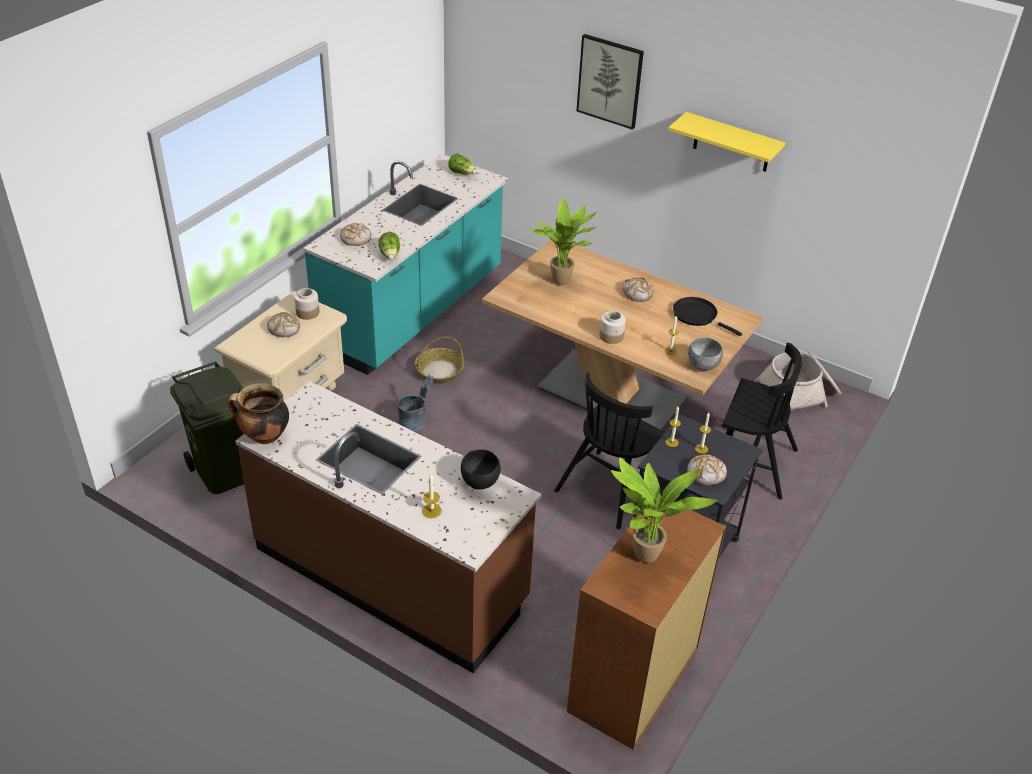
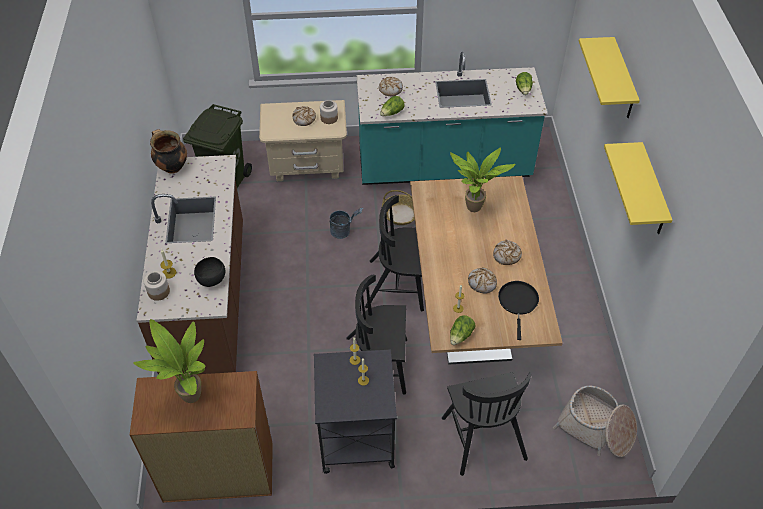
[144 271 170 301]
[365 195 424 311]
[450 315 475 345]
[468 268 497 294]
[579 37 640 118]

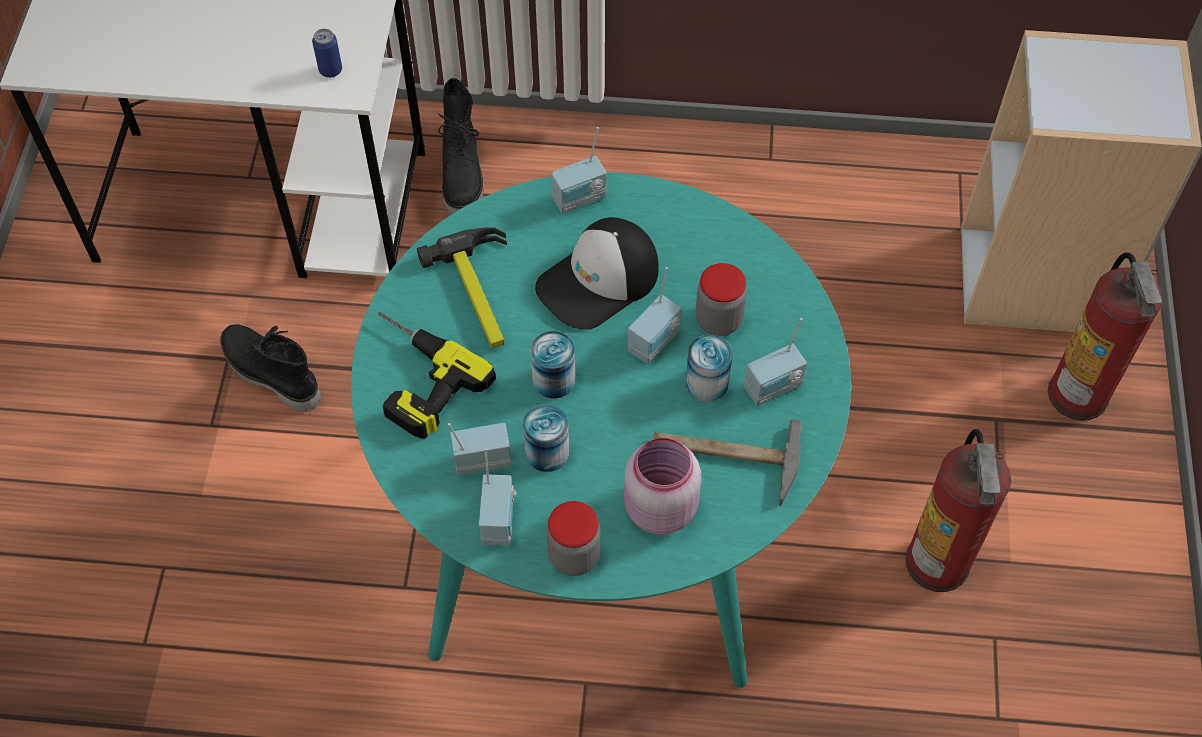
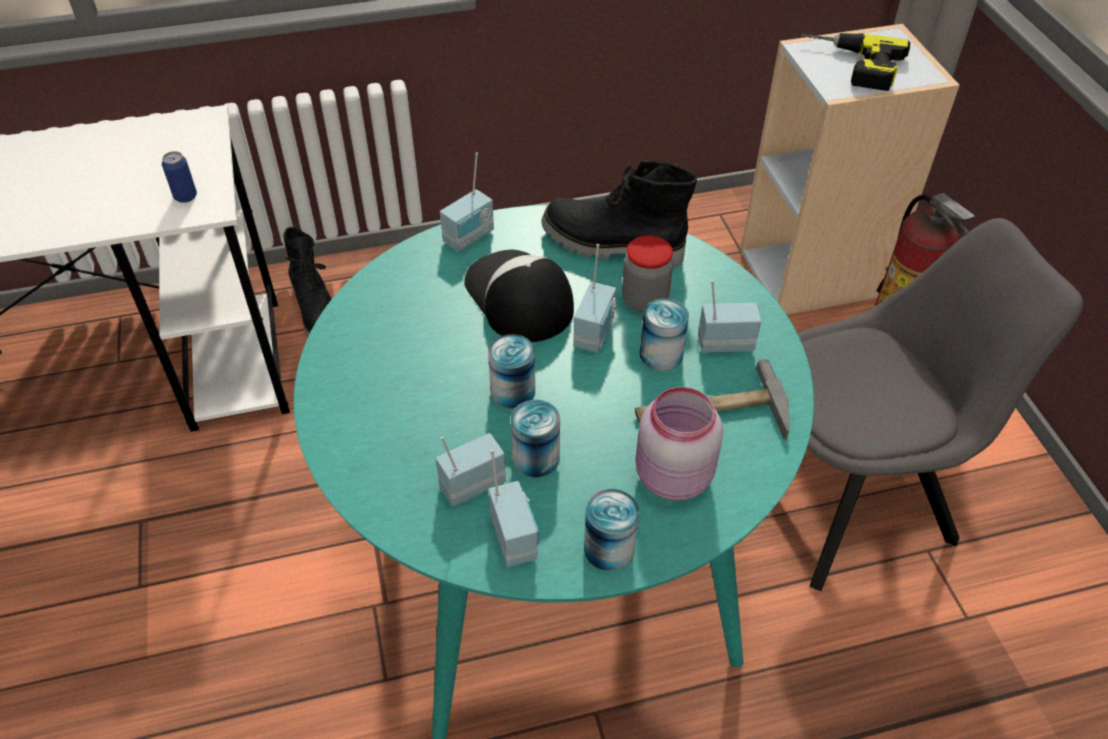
[464 250 574 342]
[542 160 697 268]
[584 489 639 571]
[698 280 761 353]
[797 218 1083 591]
[800 33 910 91]
[417 227 507 349] (first image)

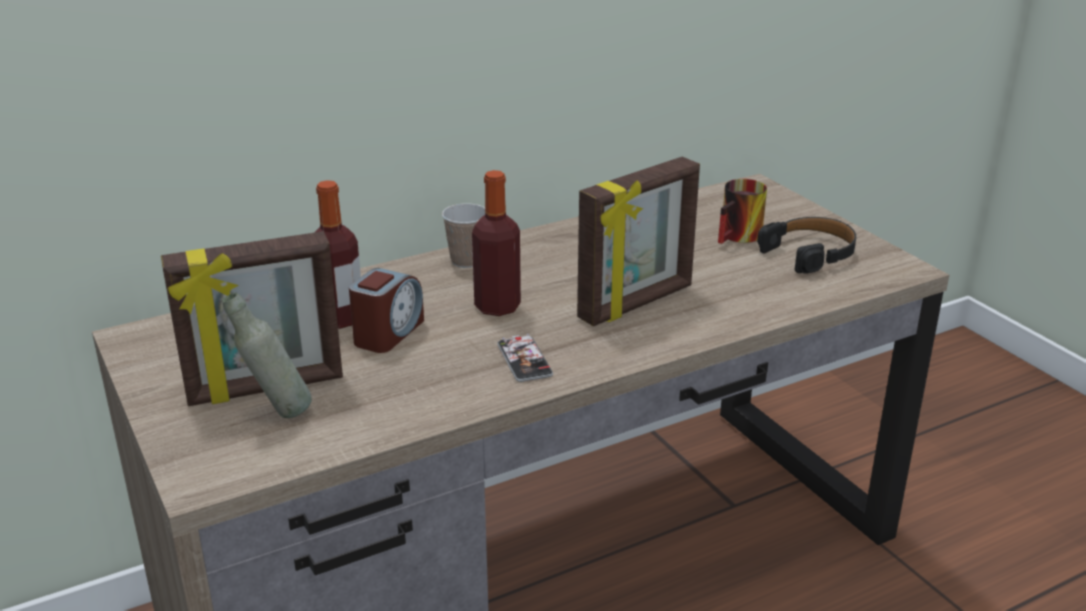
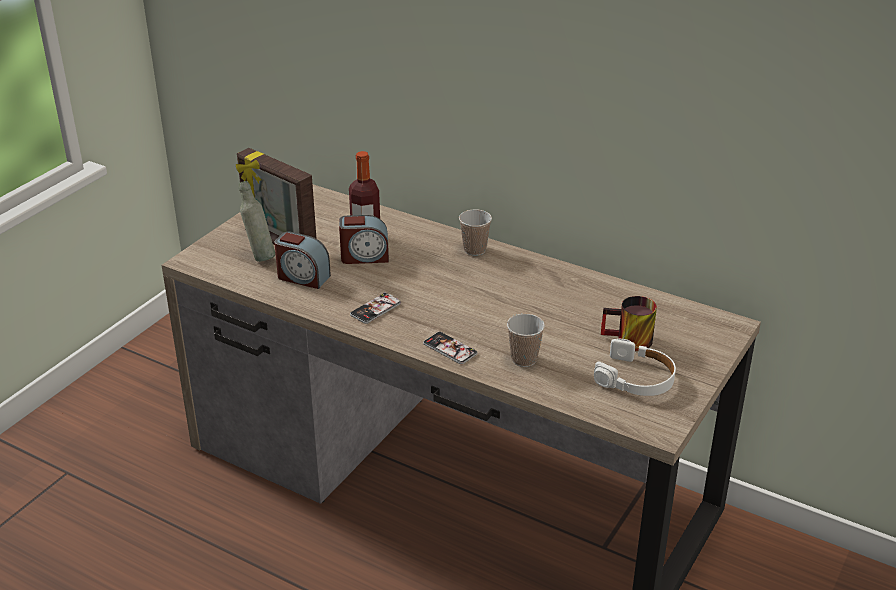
[274 231 331 289]
[423 332 478 364]
[507 314 545 367]
[594 339 676 396]
[472 170 521 316] (first image)
[577 157 700 326] (first image)

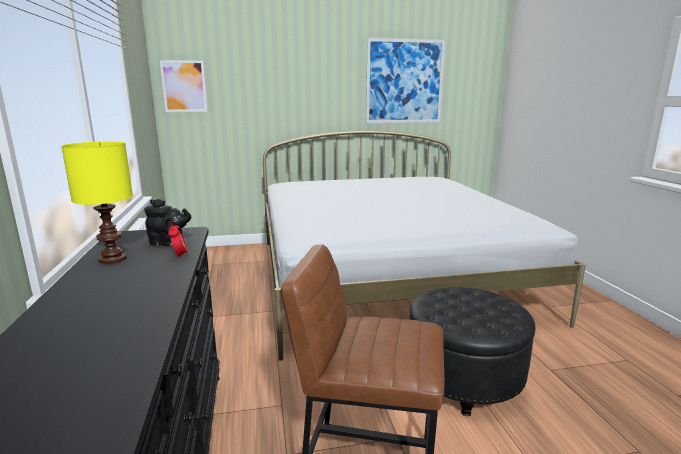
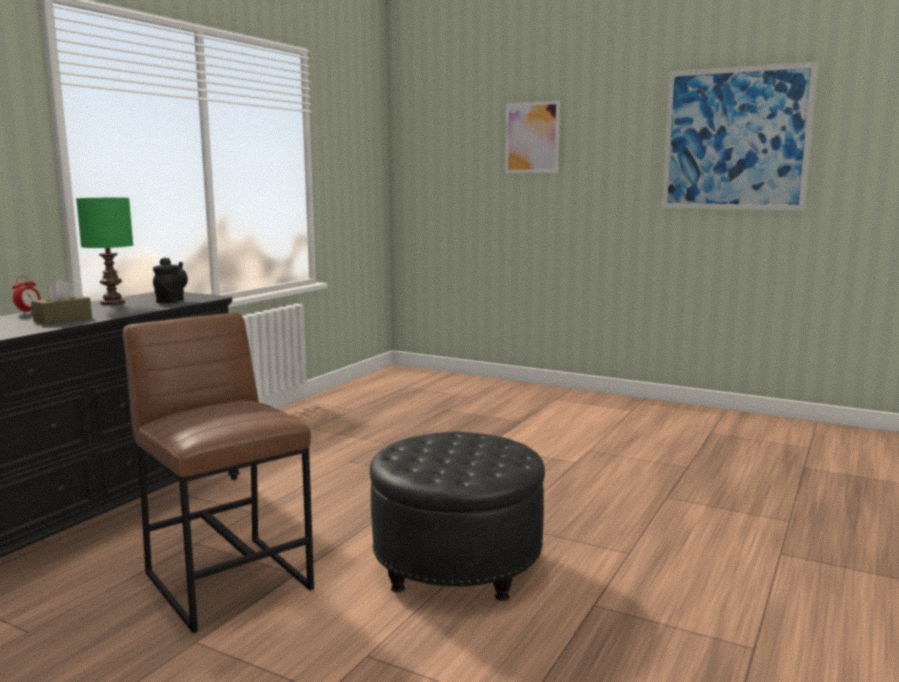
[12 276 41 314]
[31 280 92 324]
[76 198 133 305]
[153 257 188 303]
[505 101 560 173]
[263 130 586 361] (first image)

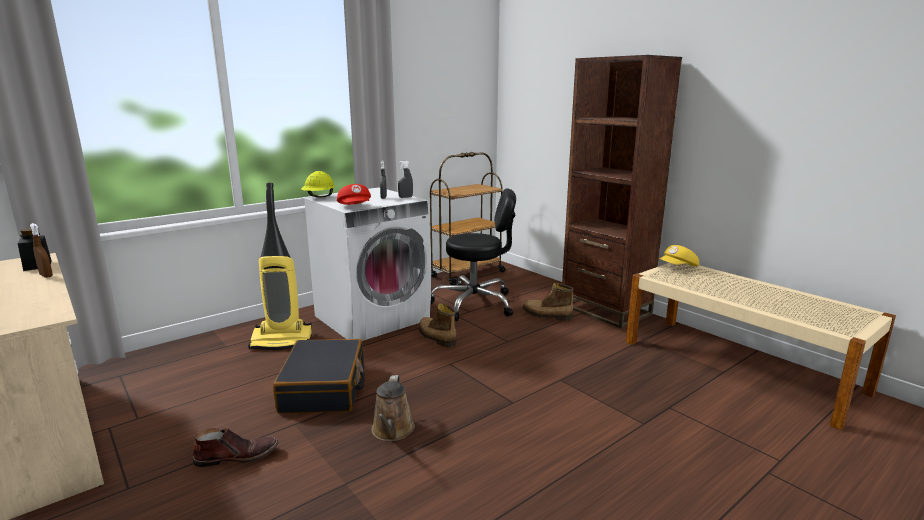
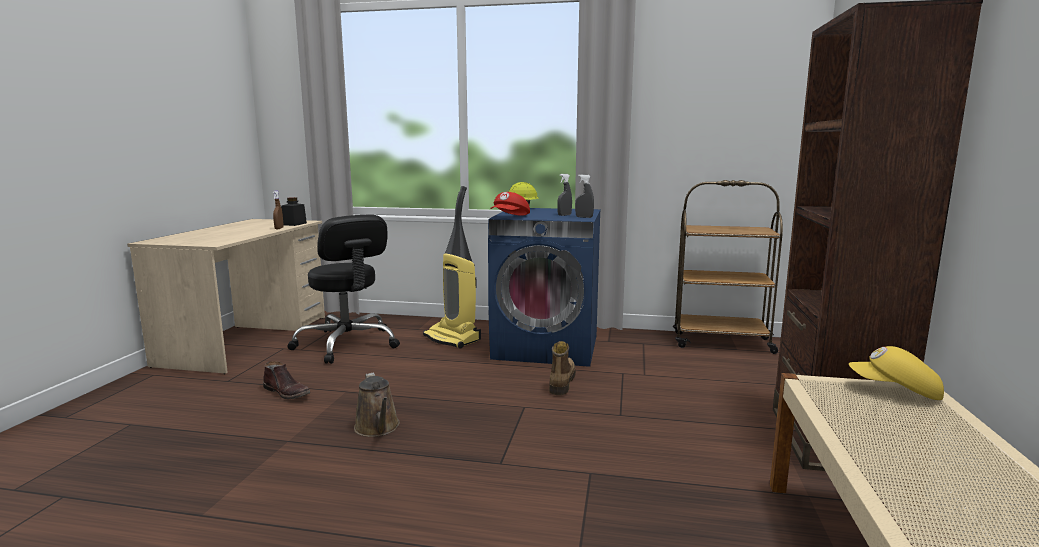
[287 215 400 364]
[354 373 400 437]
[488 208 601 367]
[273 339 365 413] (first image)
[522 283 574 321] (first image)

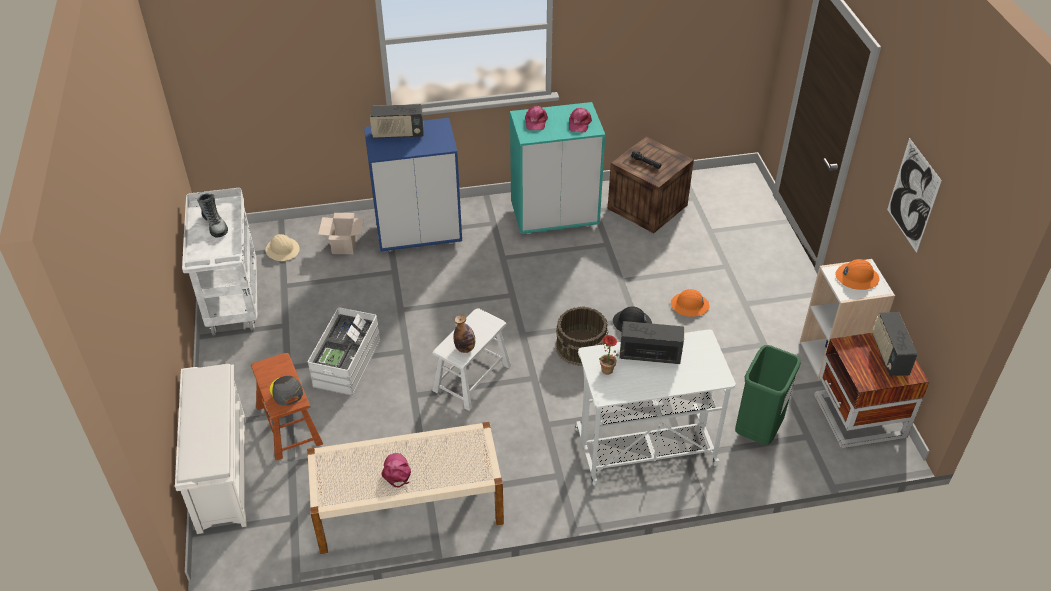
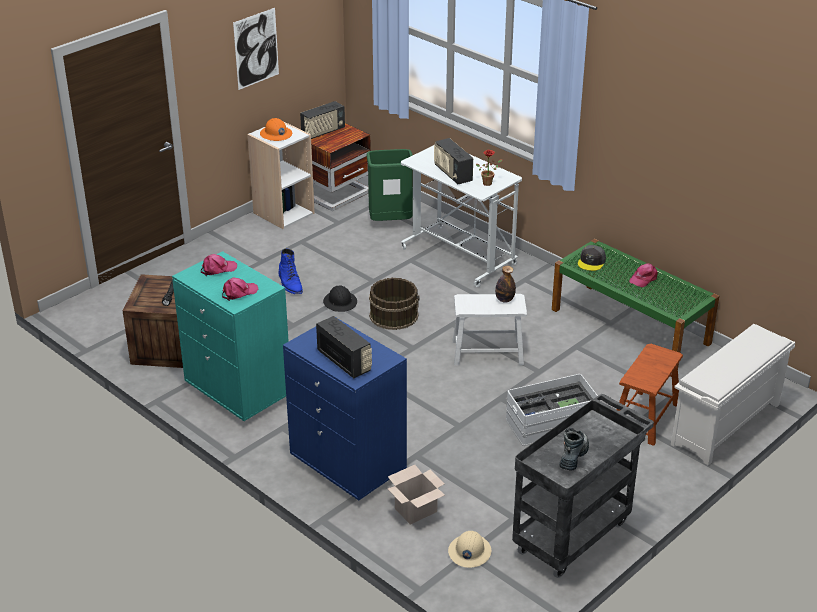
[278 248 303 294]
[512 394 654 578]
[552 239 719 367]
[578 245 606 271]

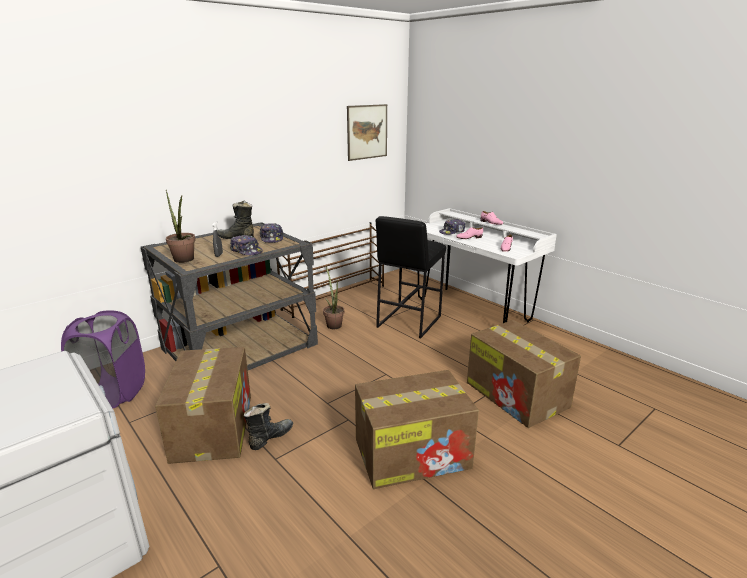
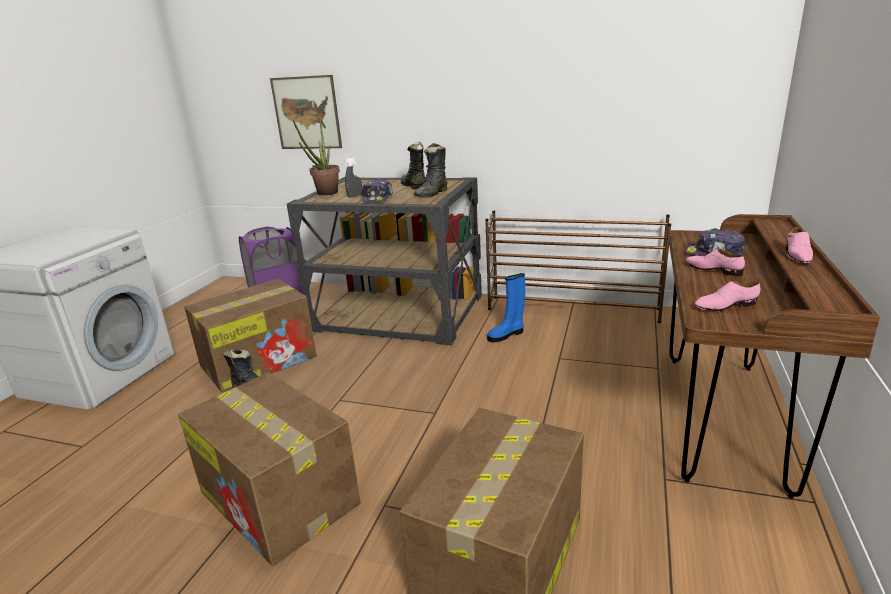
[270 75 342 149]
[413 143 448 197]
[487 273 525 342]
[669 214 880 499]
[376 216 446 339] (first image)

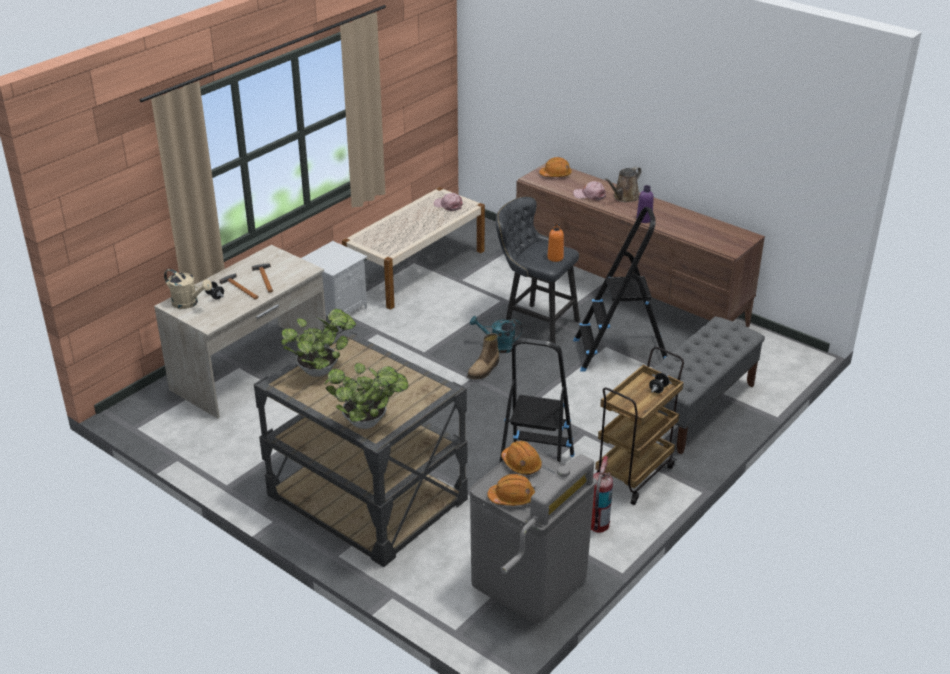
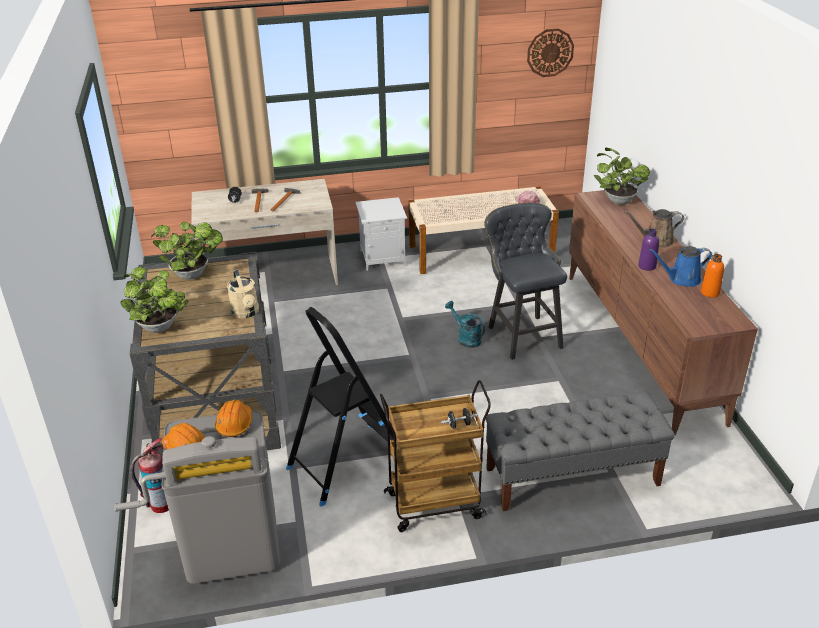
[130 438 169 513]
[227 269 259 318]
[527 28 574 77]
[594 148 650 205]
[649 246 712 287]
[701 254 724 298]
[467 333 499 379] (first image)
[573 181 606 201] (first image)
[573 207 667 372] (first image)

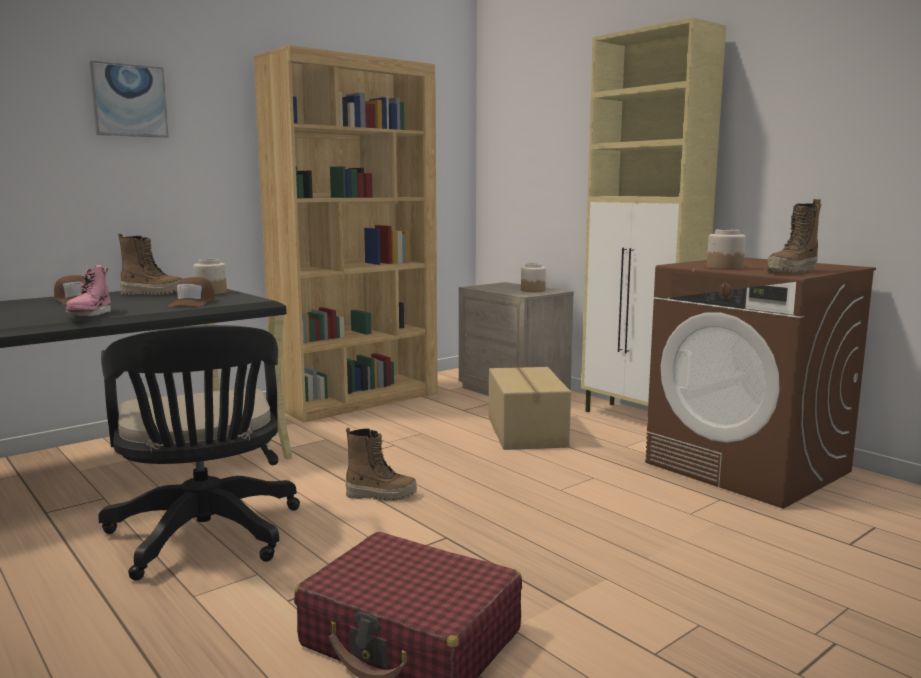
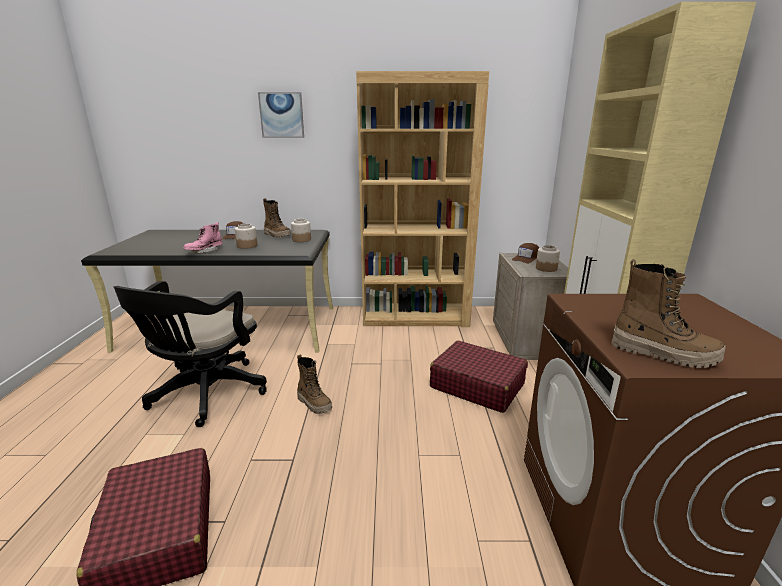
[235 224 257 249]
[430 341 528 413]
[512 243 539 263]
[612 259 726 368]

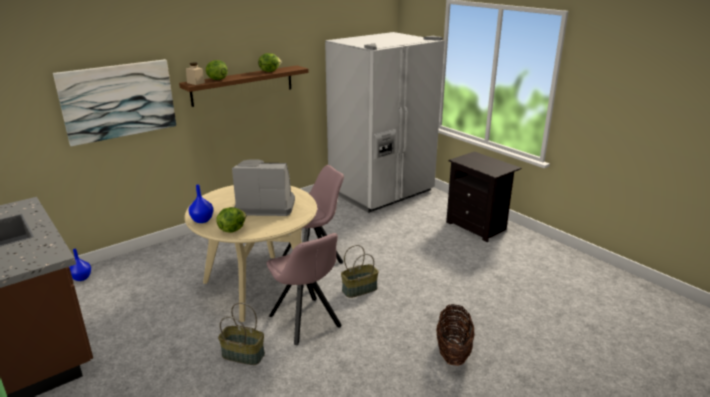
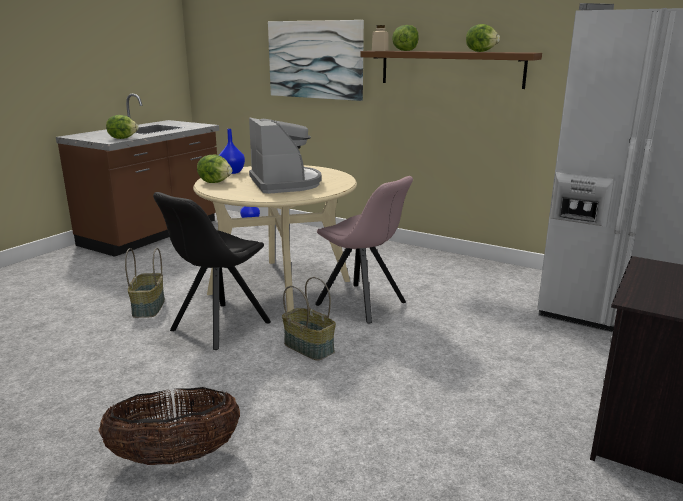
[106 115 138 139]
[153 192 271 350]

